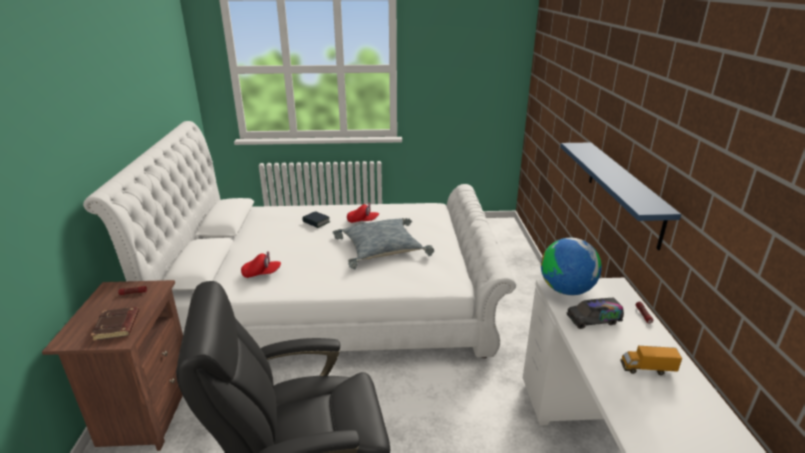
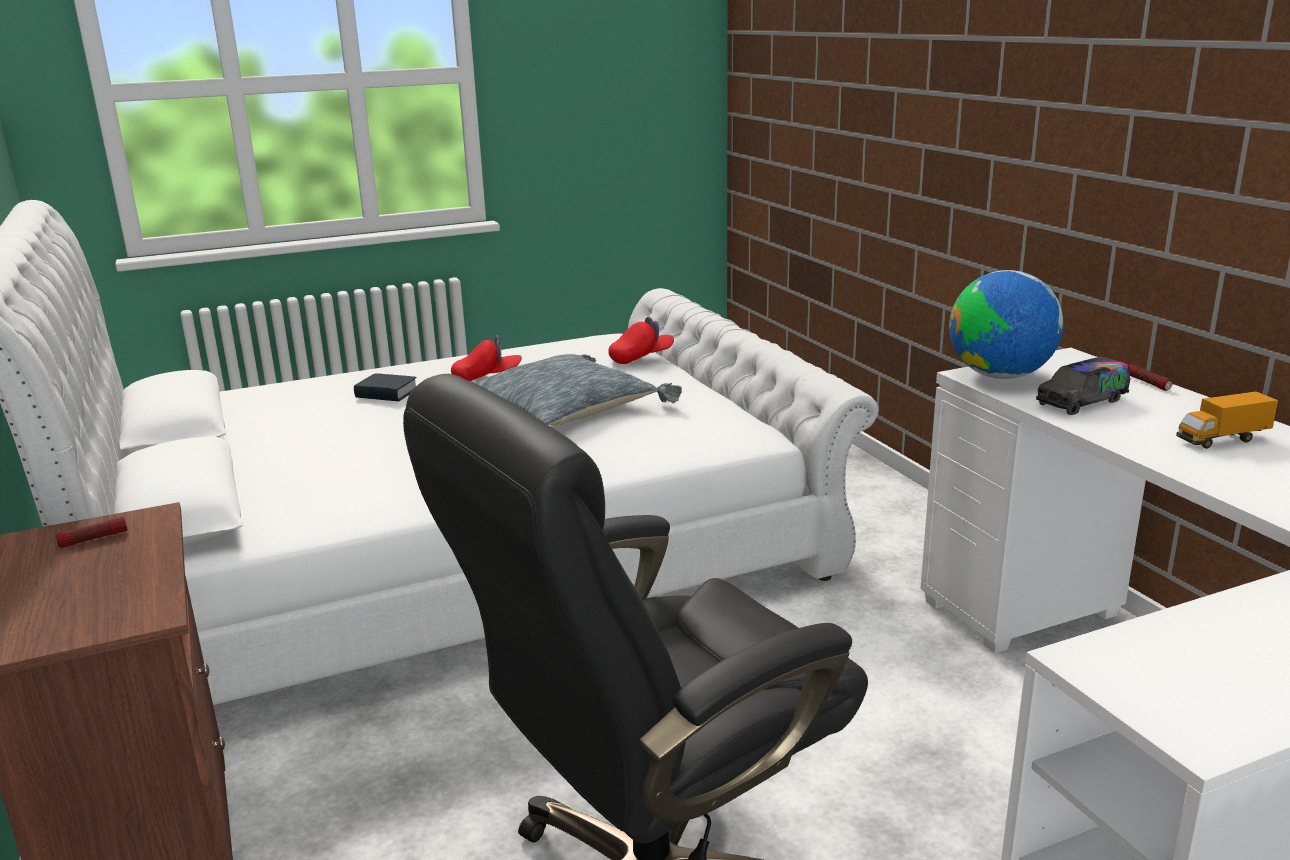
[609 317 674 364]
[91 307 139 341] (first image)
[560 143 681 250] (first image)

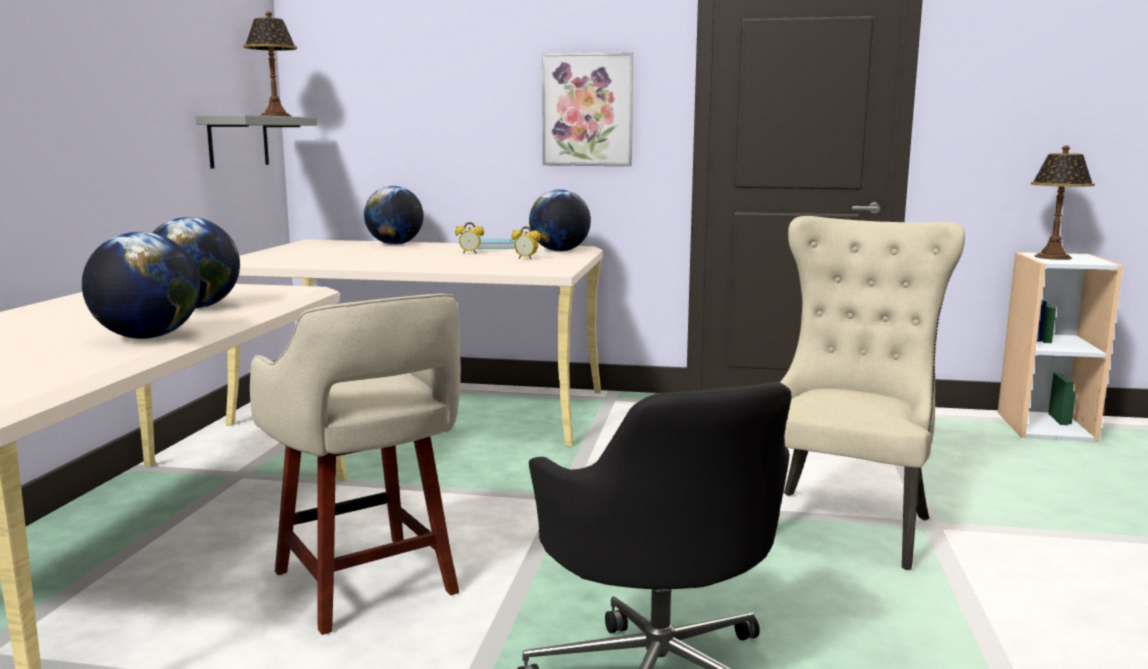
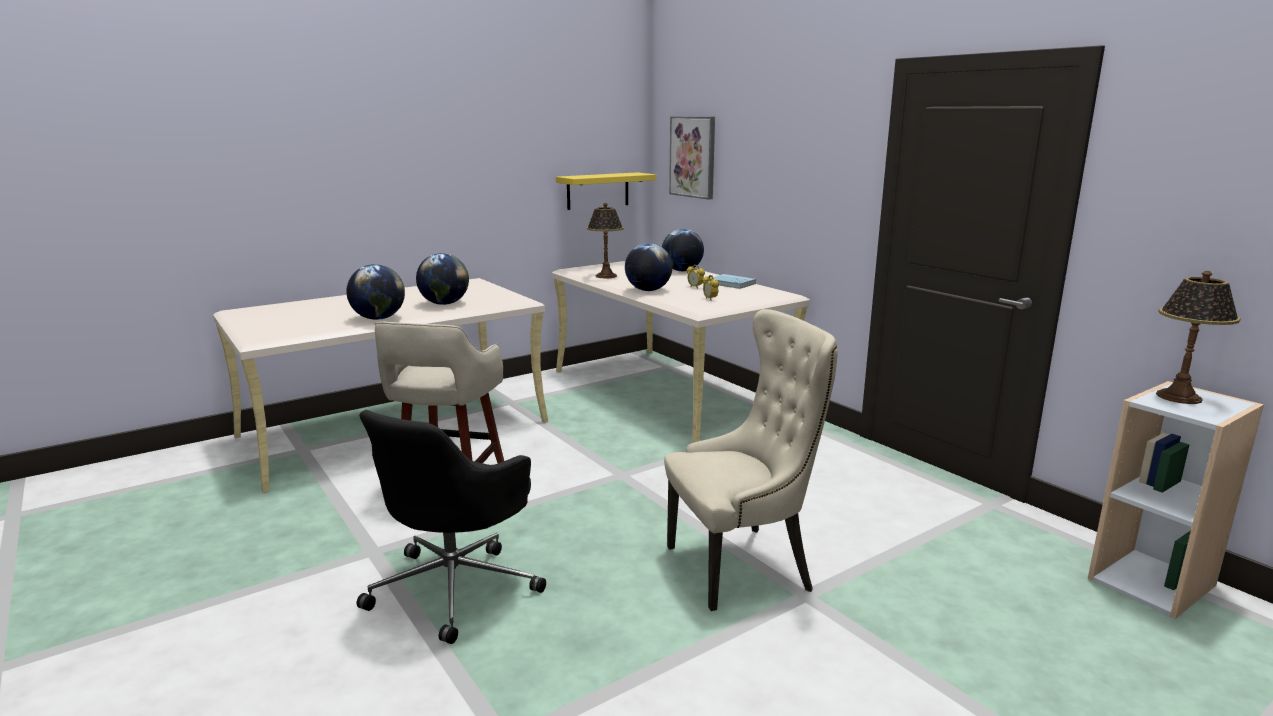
[556 172 656 210]
[587 203 624 278]
[625 243 672 291]
[669 117 715 200]

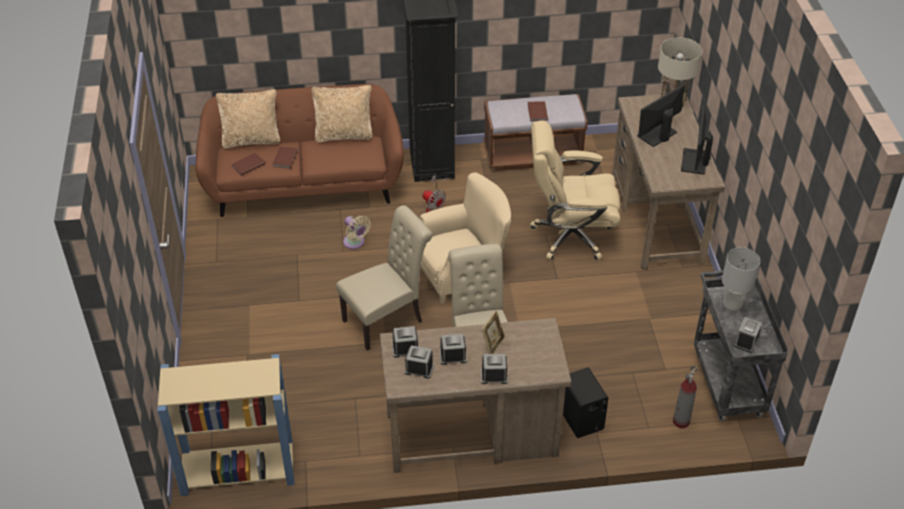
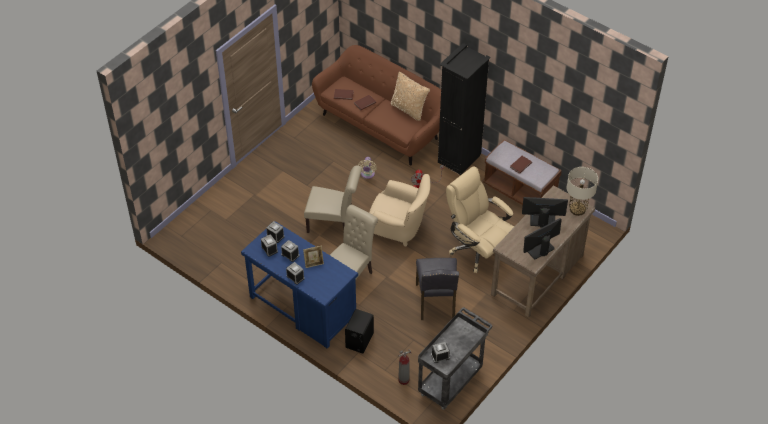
[241 221 358 348]
[416 258 459 320]
[158 354 295 496] (first image)
[216 89 280 148] (first image)
[722 247 760 311] (first image)

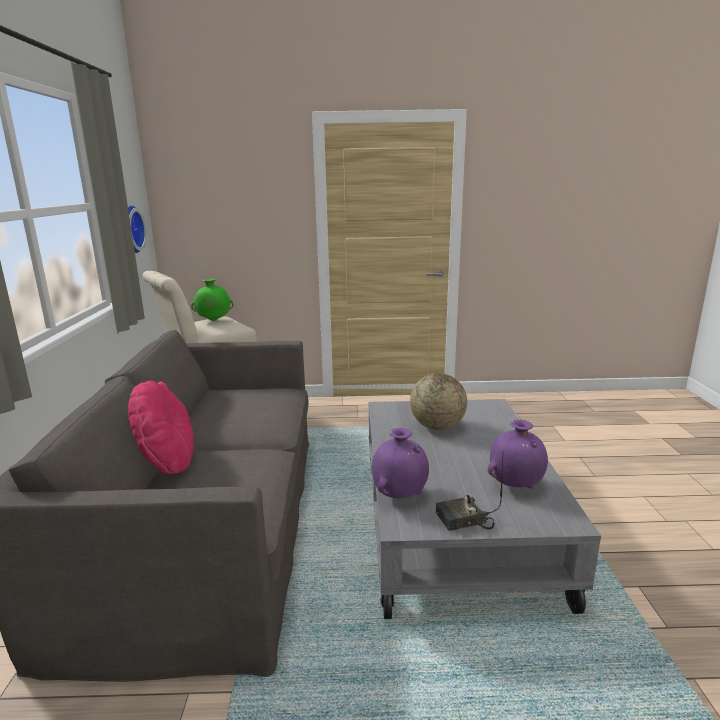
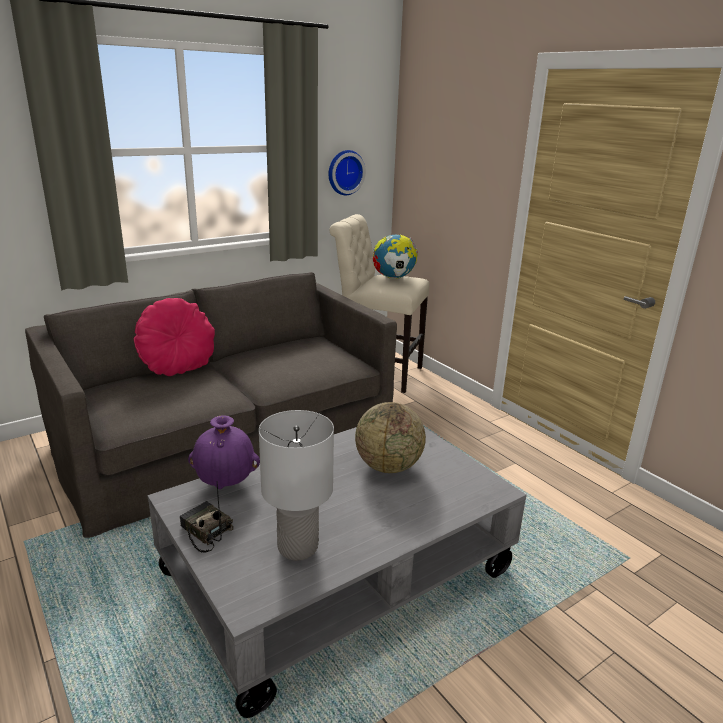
[259 410 334 561]
[372 235 418 279]

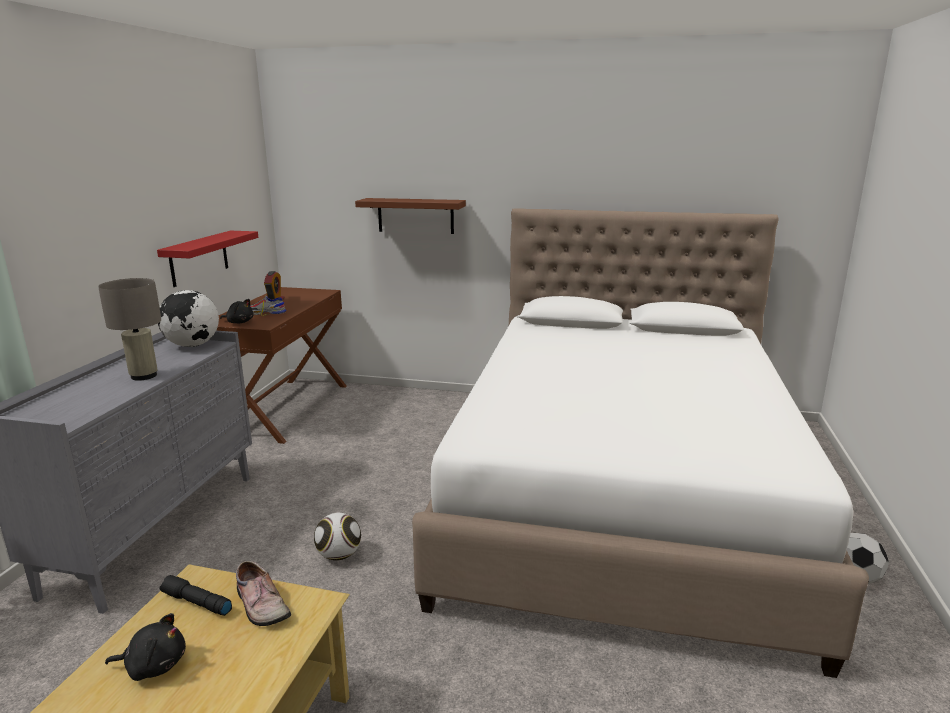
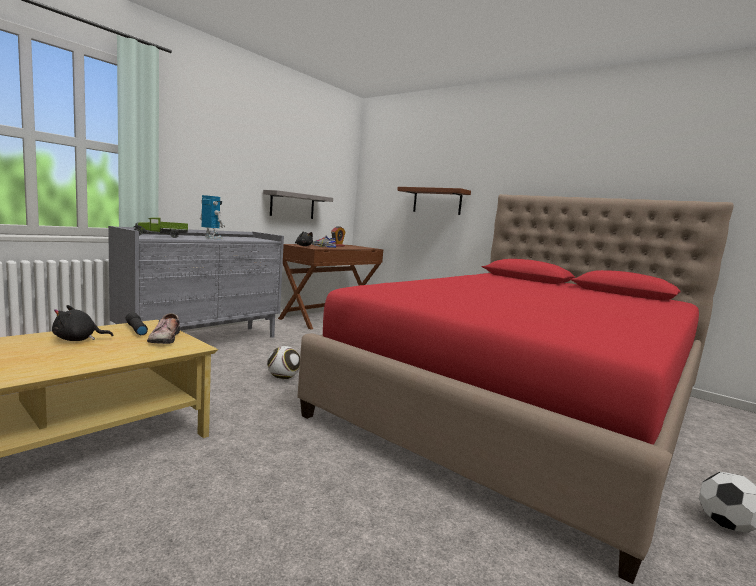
[52 305 113 341]
[134 217 188 238]
[200 195 225 239]
[263 190 333 219]
[297 194 734 584]
[158 290 219 347] (first image)

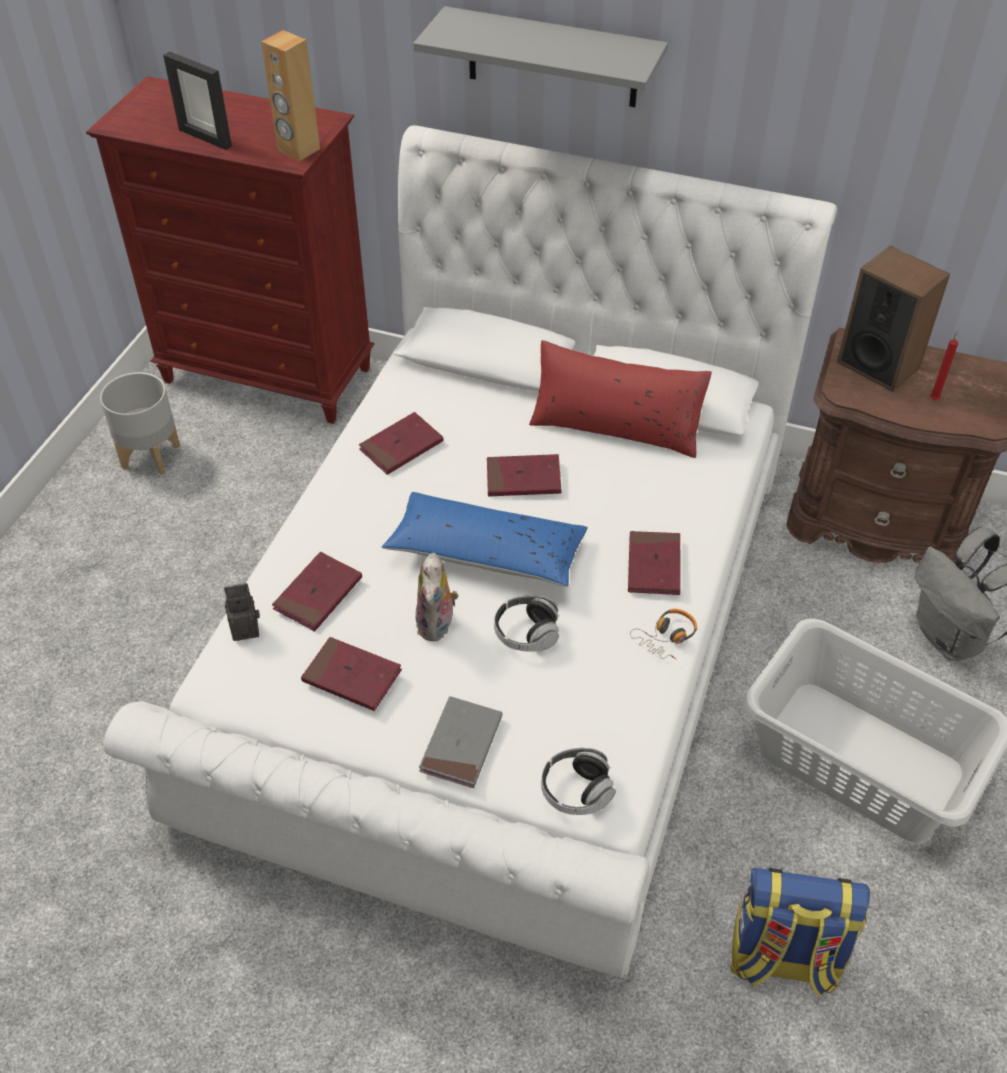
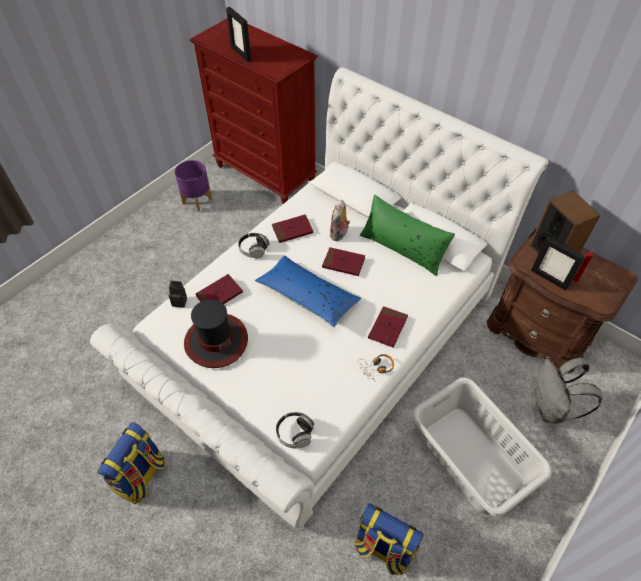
[97 422 165 504]
[175 160 212 212]
[184 299 248 368]
[238 233 269 258]
[330 200 350 241]
[360 195 455 276]
[531 237 585 290]
[261 30 320 161] (first image)
[413 6 668 107] (first image)
[419 696 502 788] (first image)

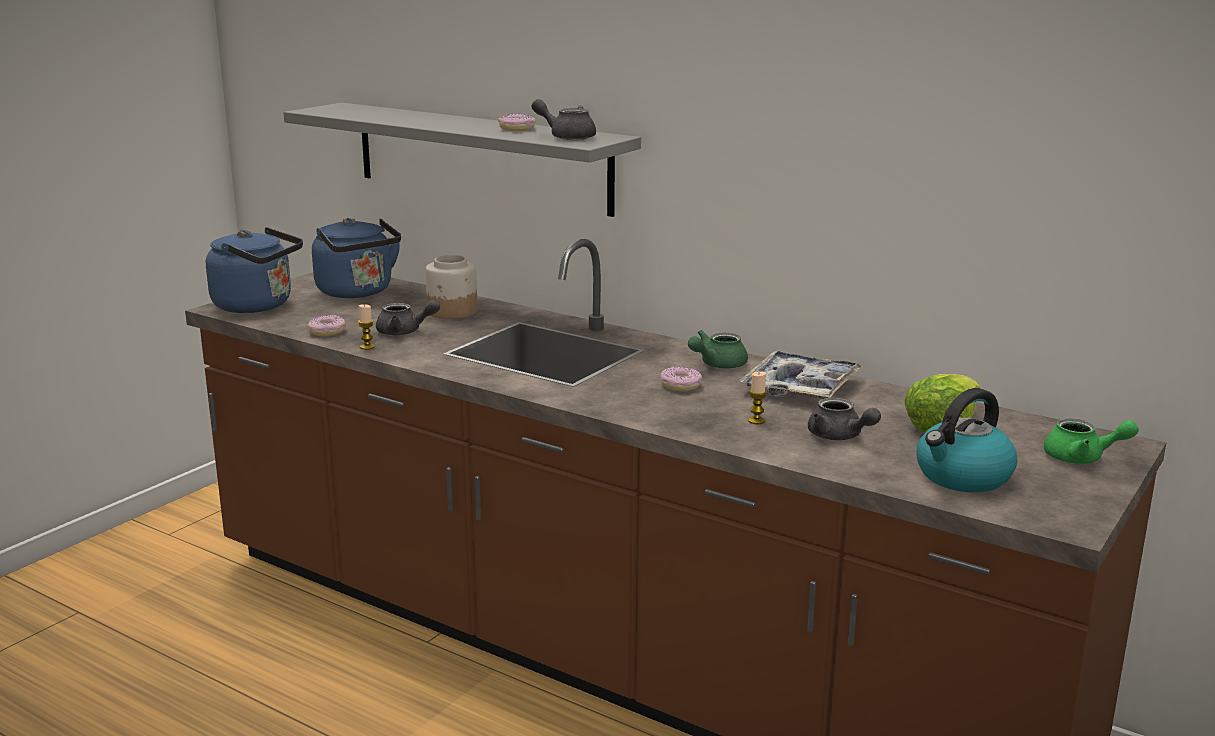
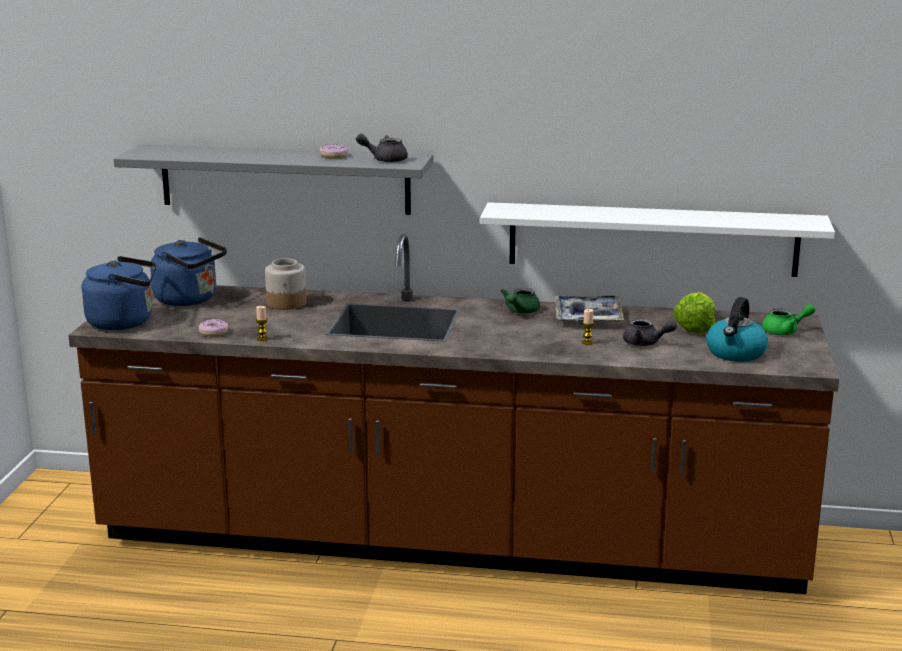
[480 202 835 277]
[376 300 440 336] (first image)
[660 366 702 391] (first image)

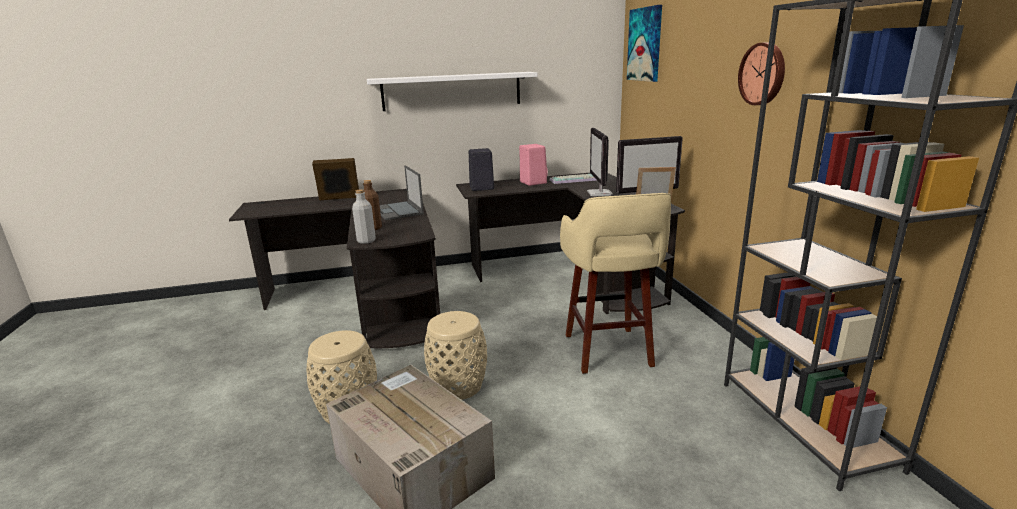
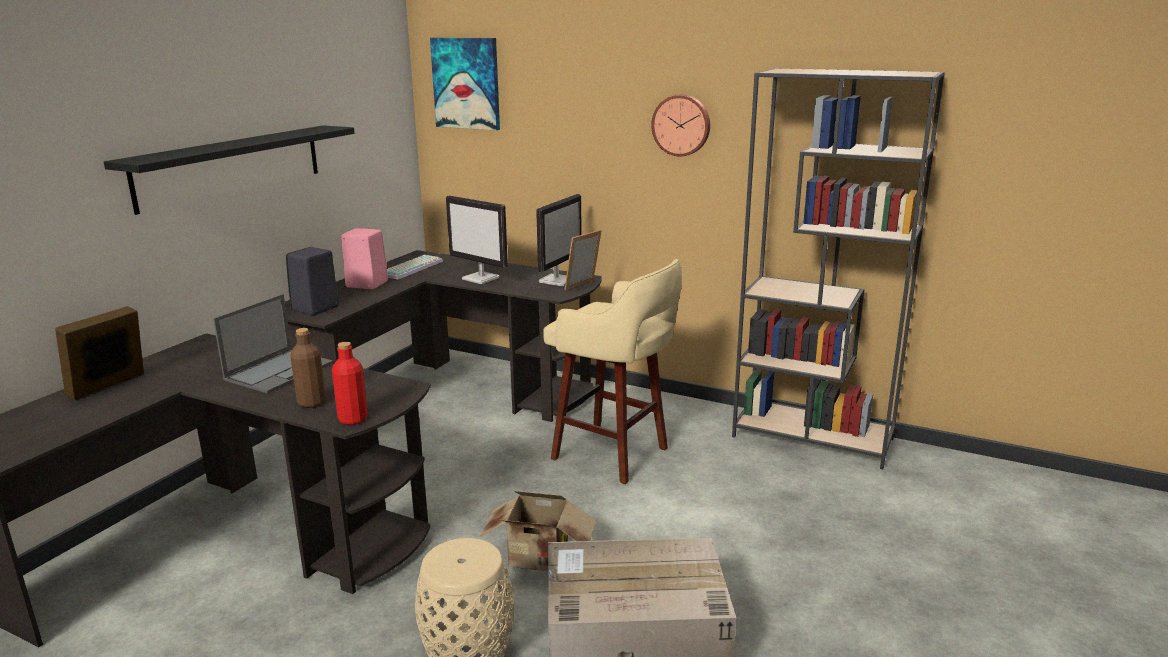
[104 125 355 215]
[213 294 333 394]
[332 342 368 425]
[480 491 596 571]

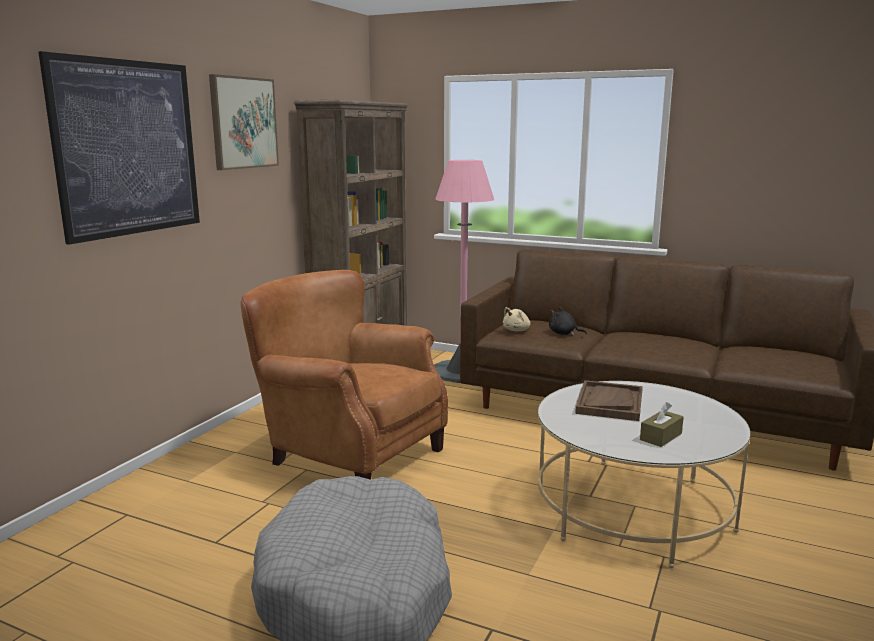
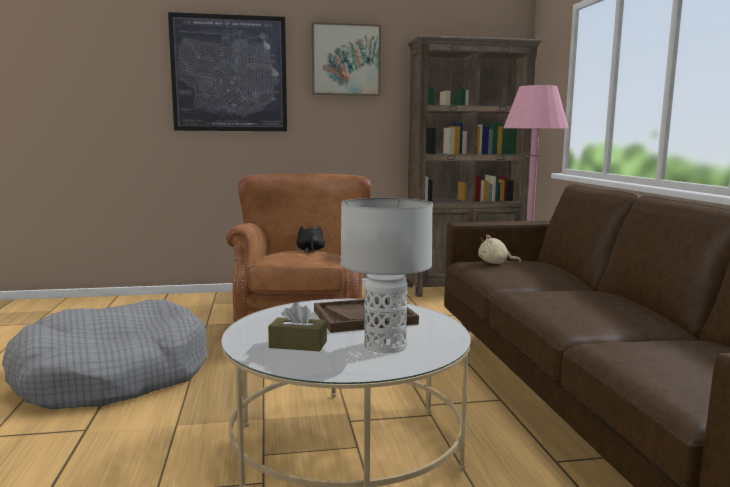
[296 225 325 253]
[341 198 433 353]

